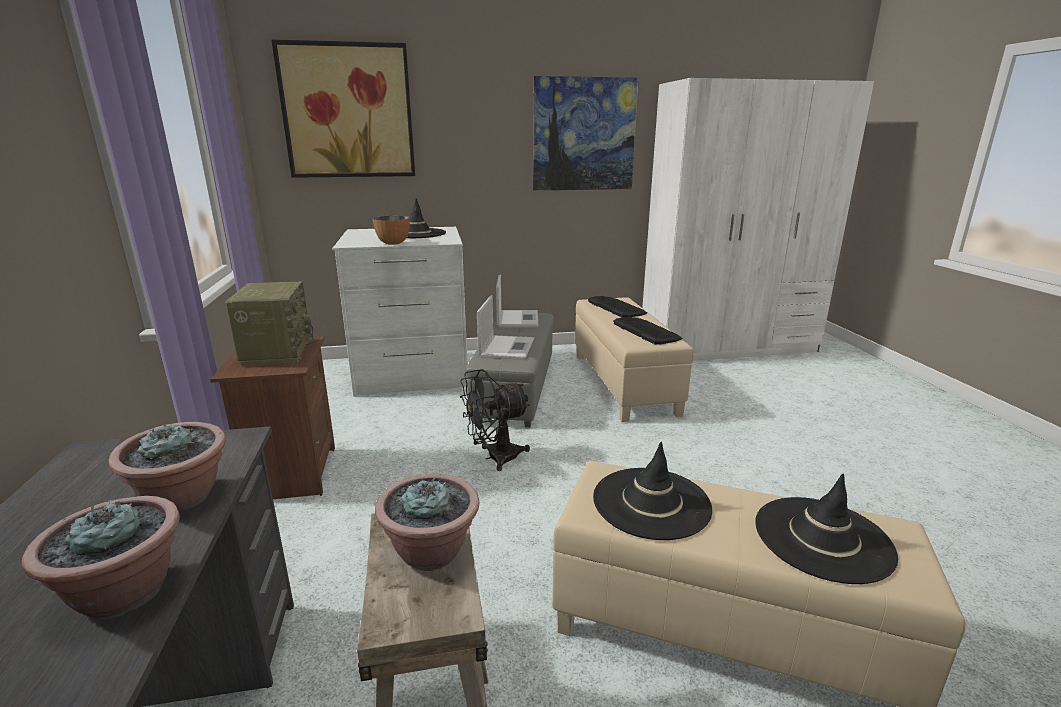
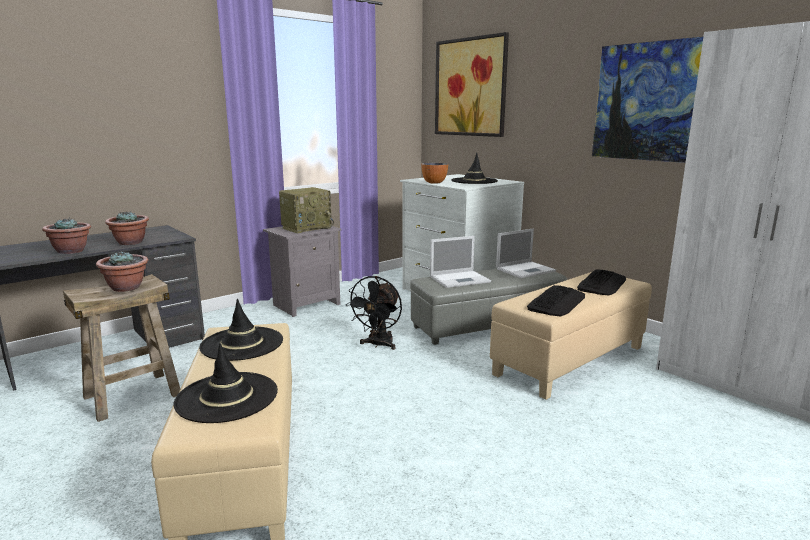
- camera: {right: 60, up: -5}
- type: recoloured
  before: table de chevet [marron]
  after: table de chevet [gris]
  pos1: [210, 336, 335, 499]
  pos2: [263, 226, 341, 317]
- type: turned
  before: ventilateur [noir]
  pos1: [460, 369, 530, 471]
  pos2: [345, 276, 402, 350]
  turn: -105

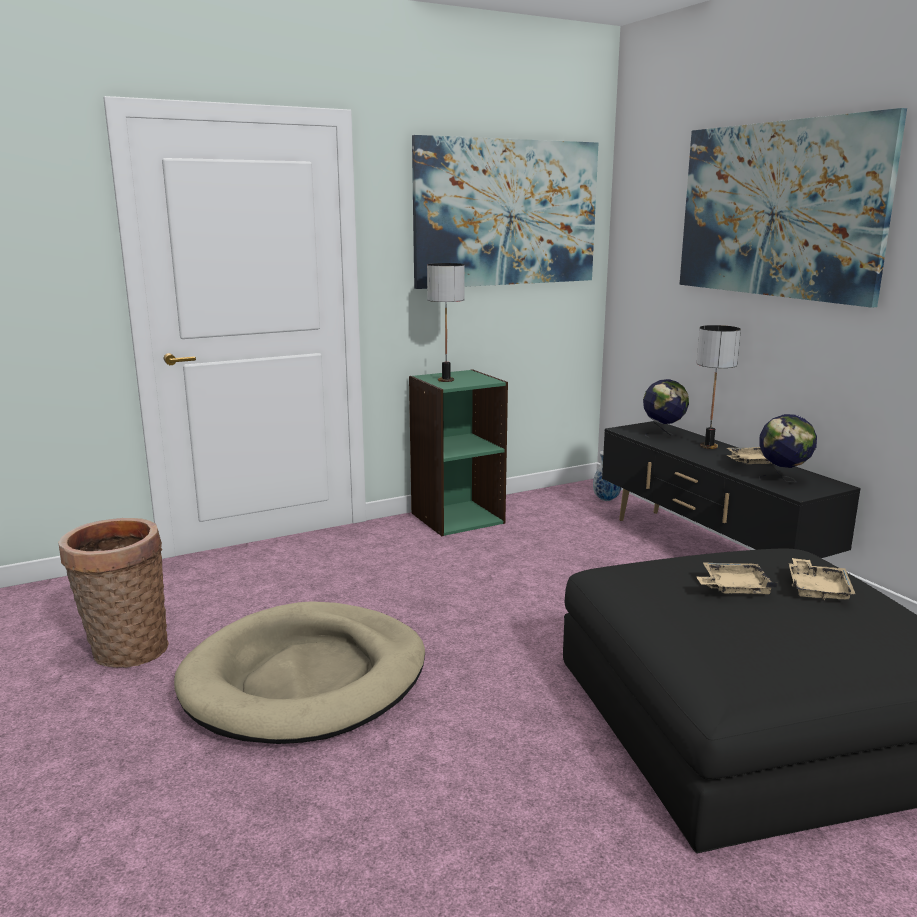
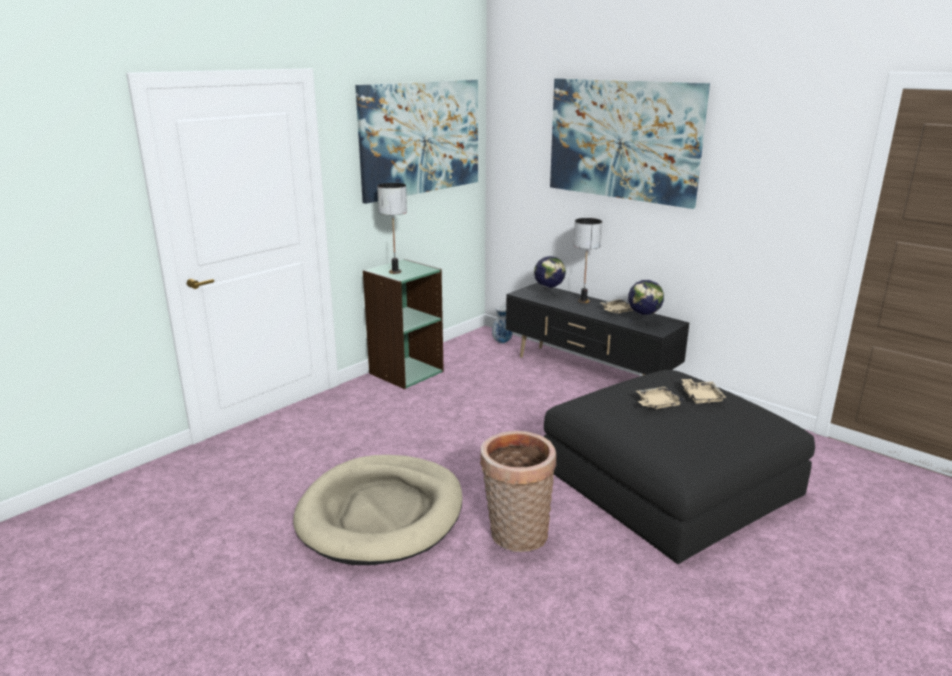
- camera: {right: -20, up: 5}
- type: moved
  before: panier
  pos1: [58, 518, 169, 668]
  pos2: [480, 431, 557, 552]

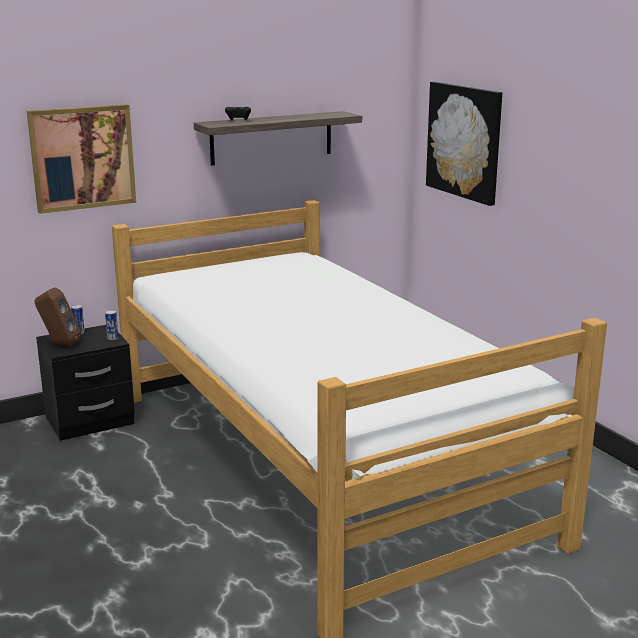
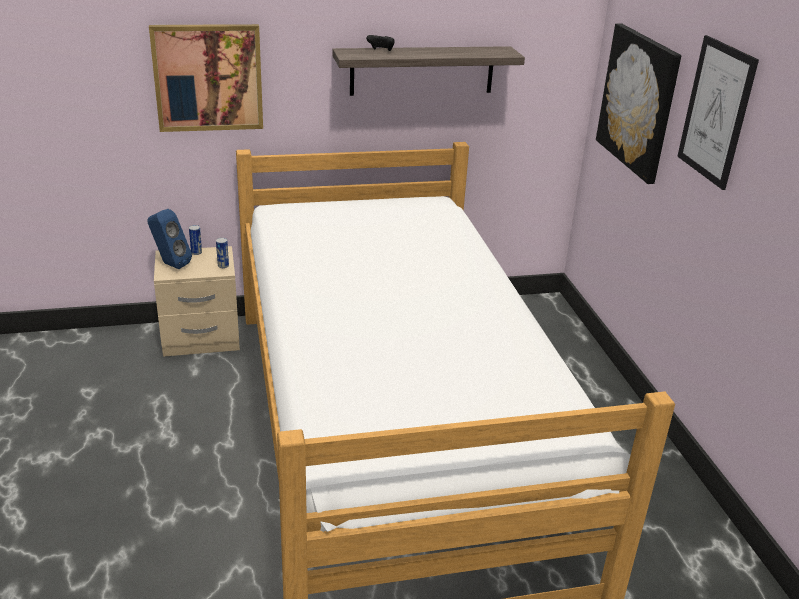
- camera: {right: 15, up: 10}
- type: recoloured
  before: enceinte [marron]
  after: enceinte [bleu]
  pos1: [34, 288, 81, 346]
  pos2: [147, 209, 192, 269]
- type: recoloured
  before: table de chevet [noir]
  after: table de chevet [beige]
  pos1: [36, 325, 135, 441]
  pos2: [154, 246, 240, 357]
- type: added
  after: tableau
  pos2: [677, 35, 759, 190]

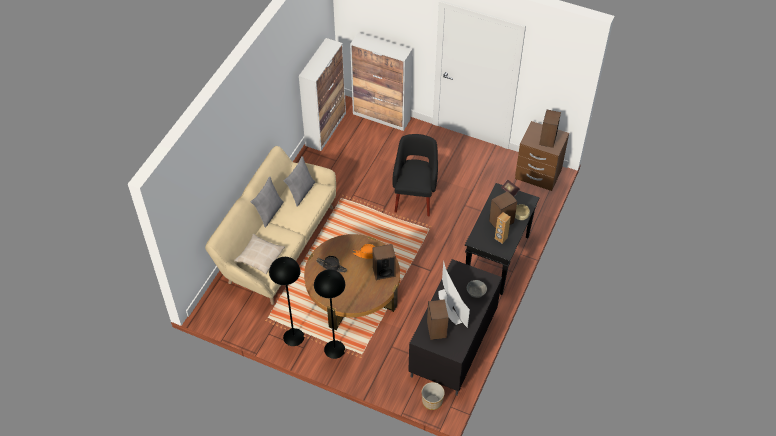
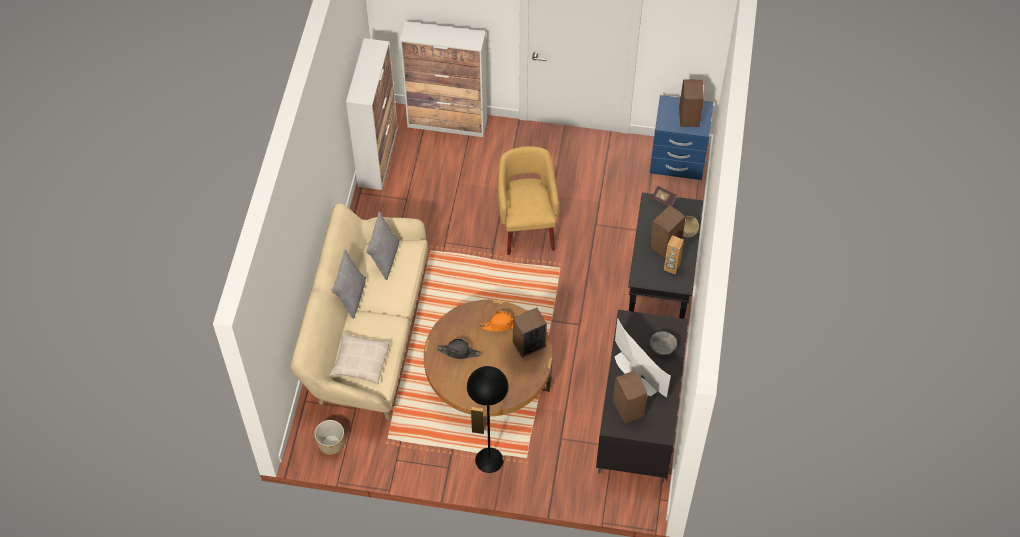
- camera: {right: -15, up: 5}
- type: recoloured
  before: table de chevet [marron]
  after: table de chevet [bleu]
  pos1: [515, 121, 569, 191]
  pos2: [650, 95, 713, 180]
- type: recoloured
  before: fauteuil [noir]
  after: fauteuil [jaune]
  pos1: [392, 134, 438, 216]
  pos2: [498, 146, 559, 255]
- type: removed
  before: lampadaire [noir]
  pos1: [269, 257, 304, 346]
- type: moved
  before: cache-pot
  pos1: [421, 382, 445, 410]
  pos2: [314, 420, 344, 455]

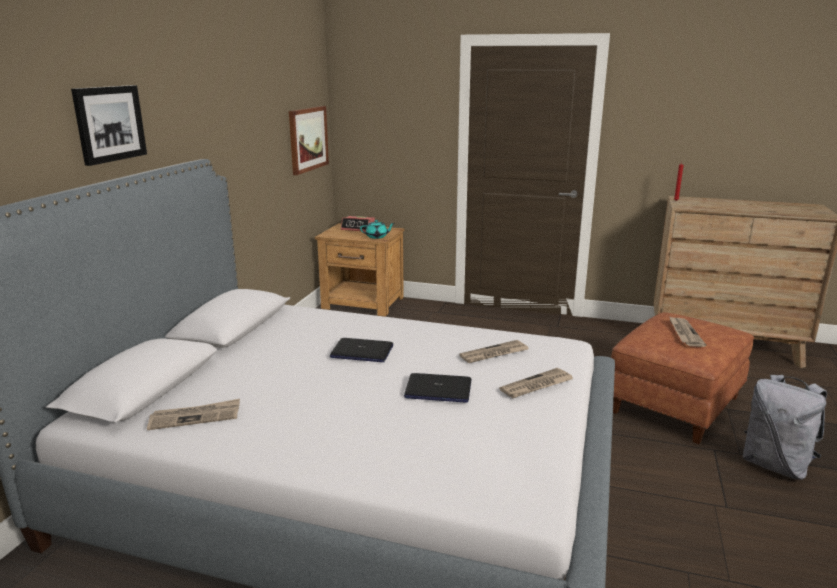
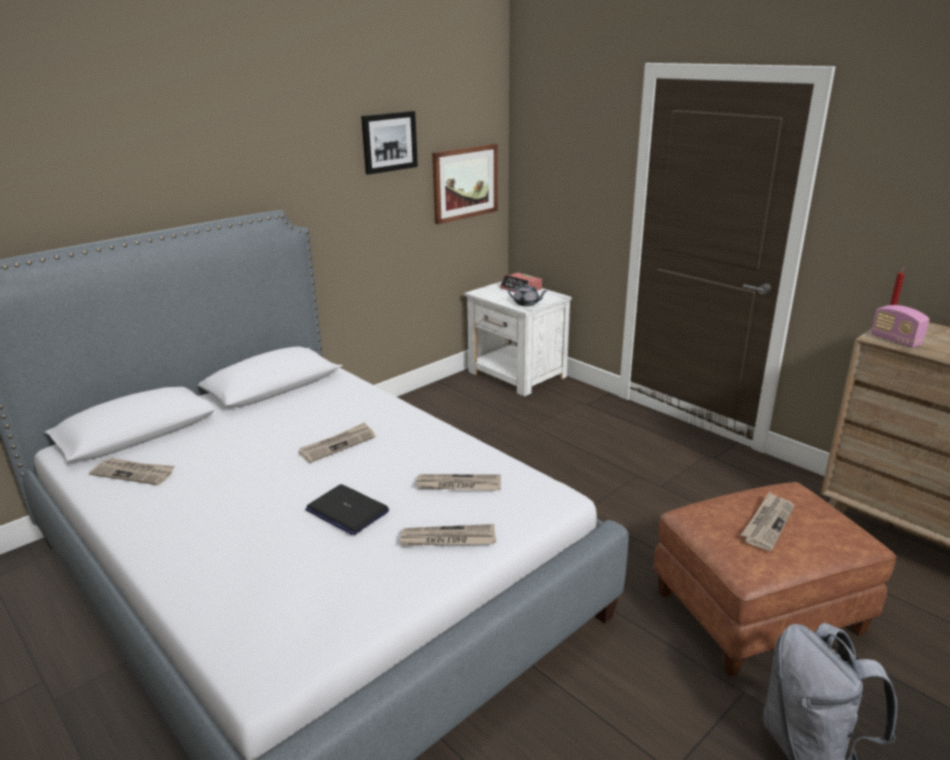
- camera: {right: 30, up: 5}
- type: moved
  before: tableau
  pos1: [71, 85, 147, 166]
  pos2: [361, 111, 418, 175]
- type: recoloured
  before: théière [turquoise]
  after: théière [gris]
  pos1: [360, 220, 395, 239]
  pos2: [508, 284, 547, 306]
- type: recoloured
  before: table de chevet [marron]
  after: table de chevet [blanc]
  pos1: [315, 223, 404, 317]
  pos2: [464, 281, 572, 397]
- type: replaced
  before: ordinateur portable
  after: journal
  pos1: [330, 338, 393, 362]
  pos2: [299, 422, 375, 463]
- type: added
  after: radio
  pos2: [871, 305, 930, 348]

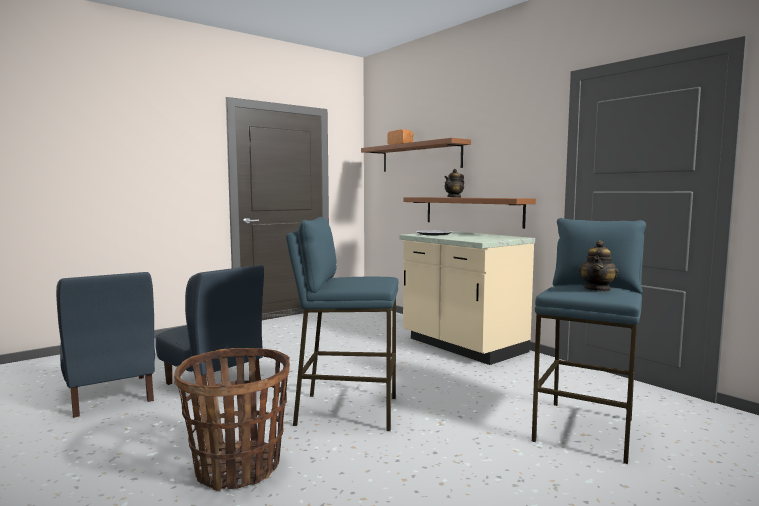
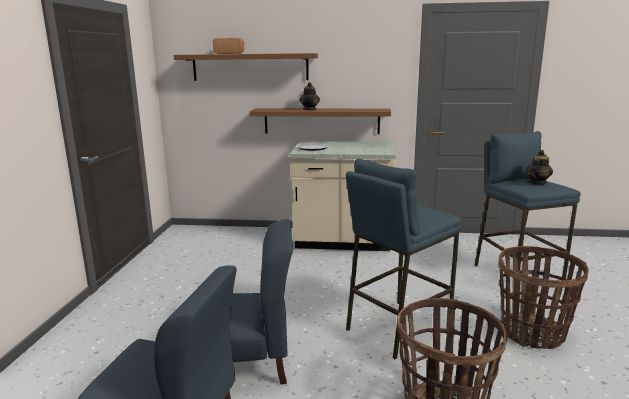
- camera: {right: -45, up: 10}
- type: turned
  before: théière
  pos1: [578, 240, 619, 292]
  pos2: [526, 150, 553, 184]
  turn: -120
- type: added
  after: panier
  pos2: [498, 246, 589, 349]

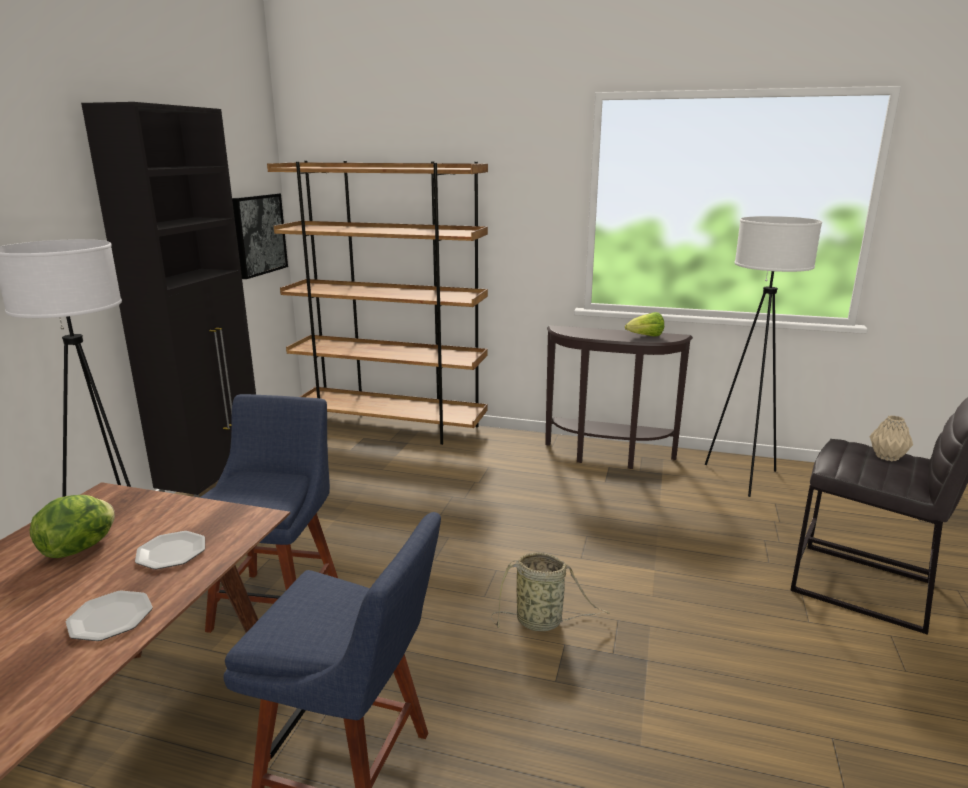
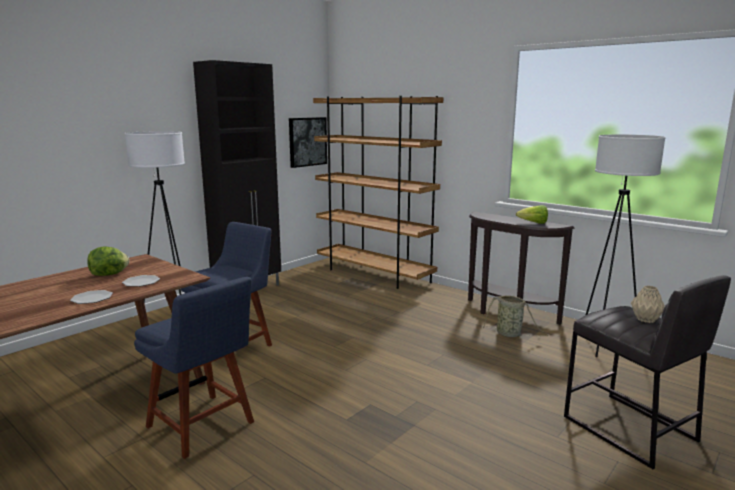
- camera: {right: 25, up: -5}
- type: moved
  before: panier
  pos1: [491, 552, 610, 631]
  pos2: [483, 295, 548, 337]

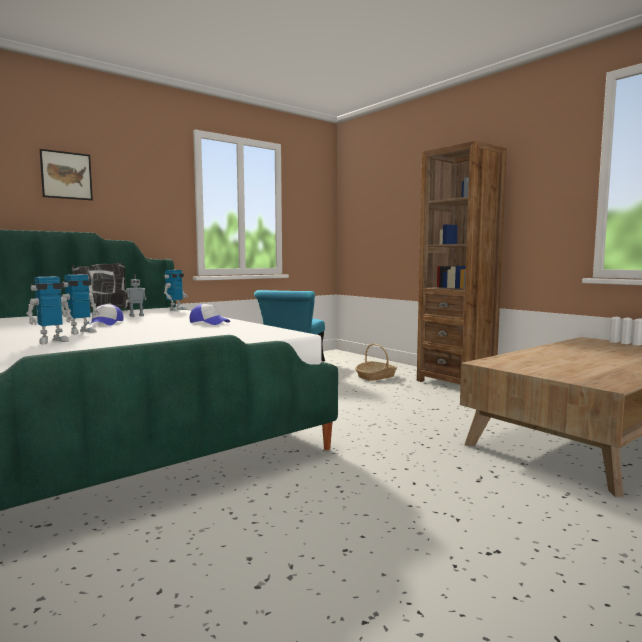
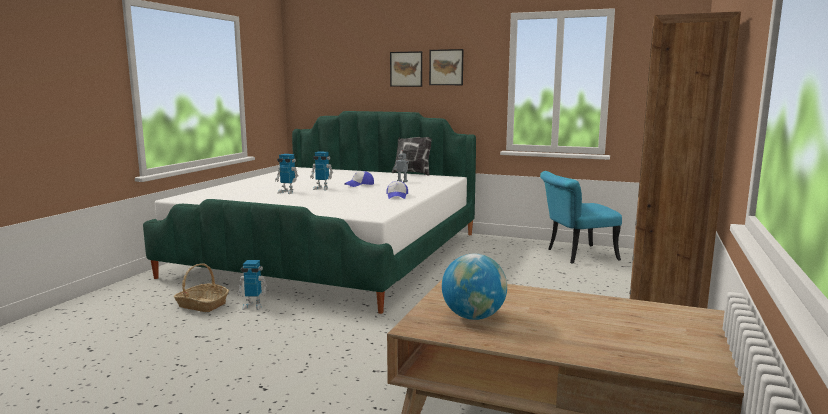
- camera: {right: 60, up: 5}
- type: moved
  before: robot jouet
  pos1: [164, 270, 188, 311]
  pos2: [237, 260, 267, 310]
- type: moved
  before: panier
  pos1: [355, 344, 397, 381]
  pos2: [174, 263, 229, 312]
- type: added
  after: tableau
  pos2: [429, 49, 463, 85]
- type: added
  after: globe
  pos2: [442, 253, 507, 320]

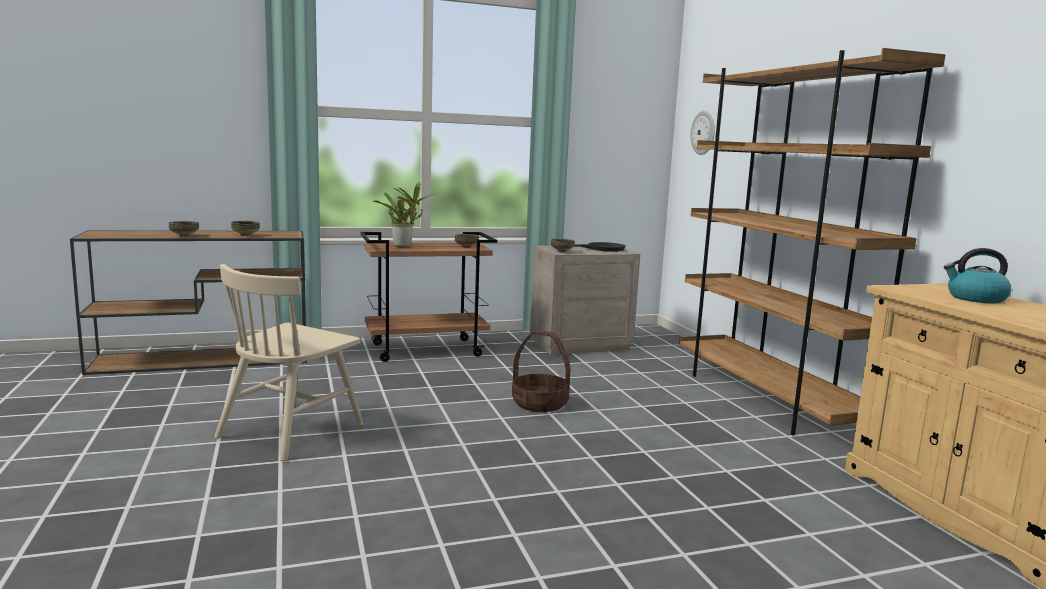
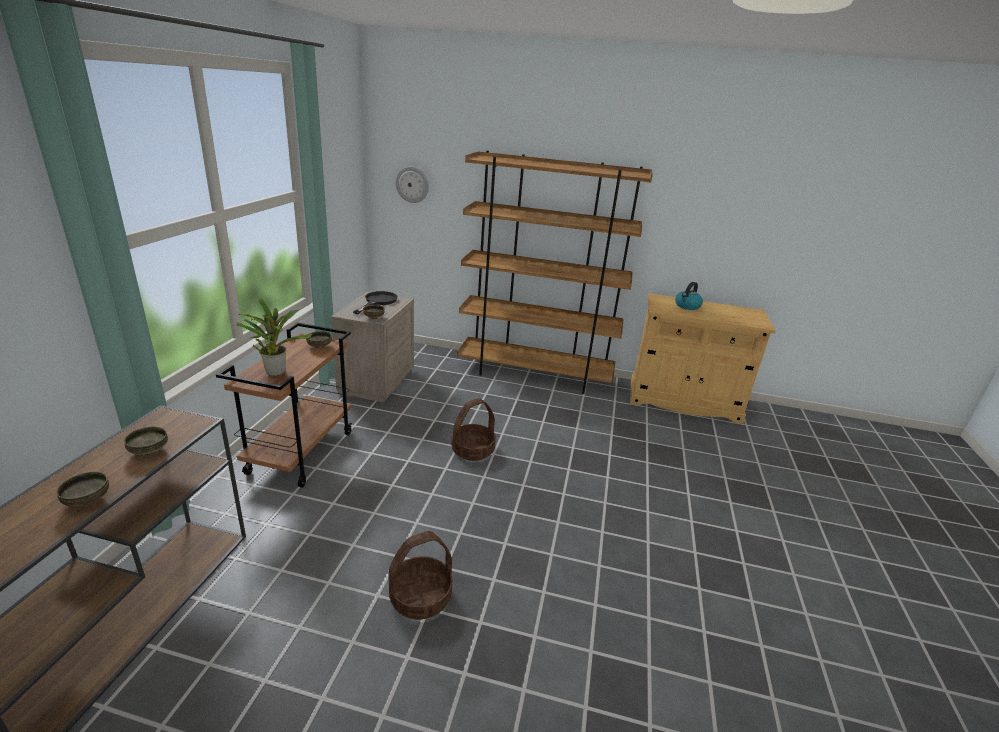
- camera: {right: -60, up: 15}
- type: replaced
  before: chaise [beige]
  after: panier
  pos1: [214, 264, 364, 461]
  pos2: [388, 531, 452, 620]

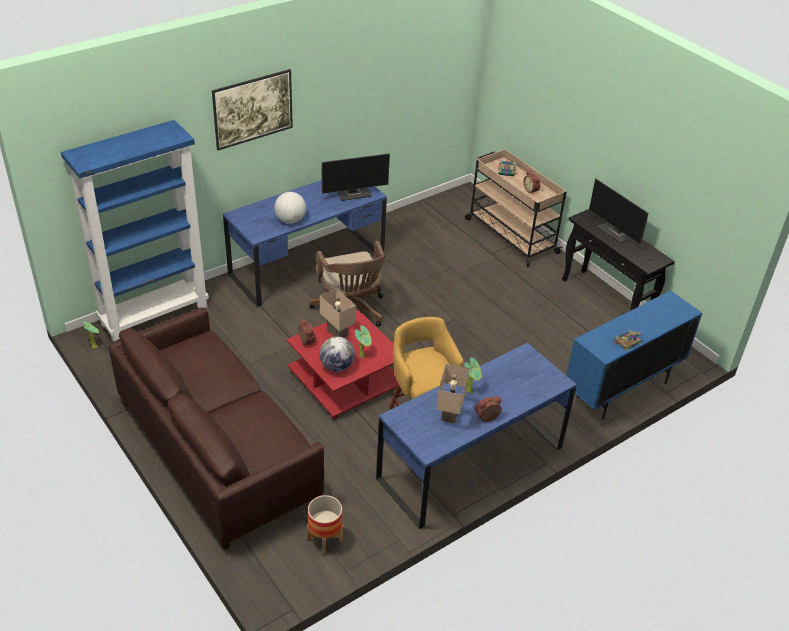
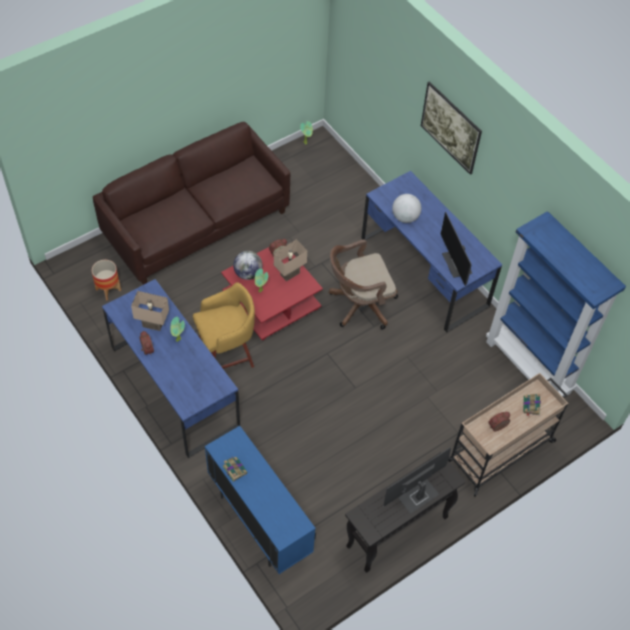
- camera: {right: 90, up: 15}
- type: moved
  before: bibliothèque [bleu]
  pos1: [61, 120, 209, 342]
  pos2: [486, 211, 626, 397]

